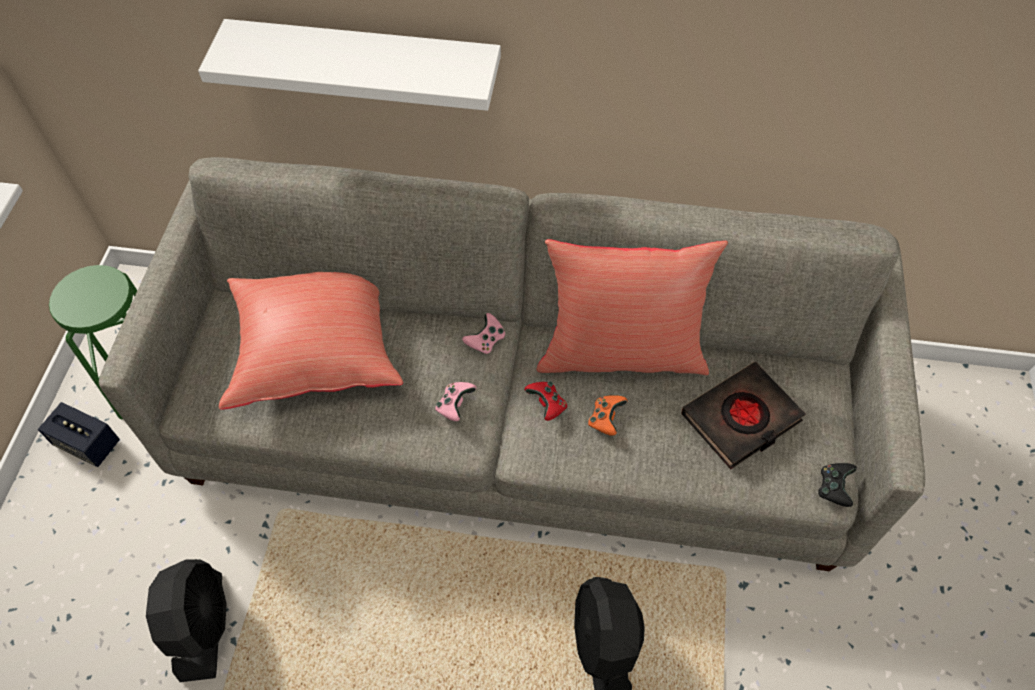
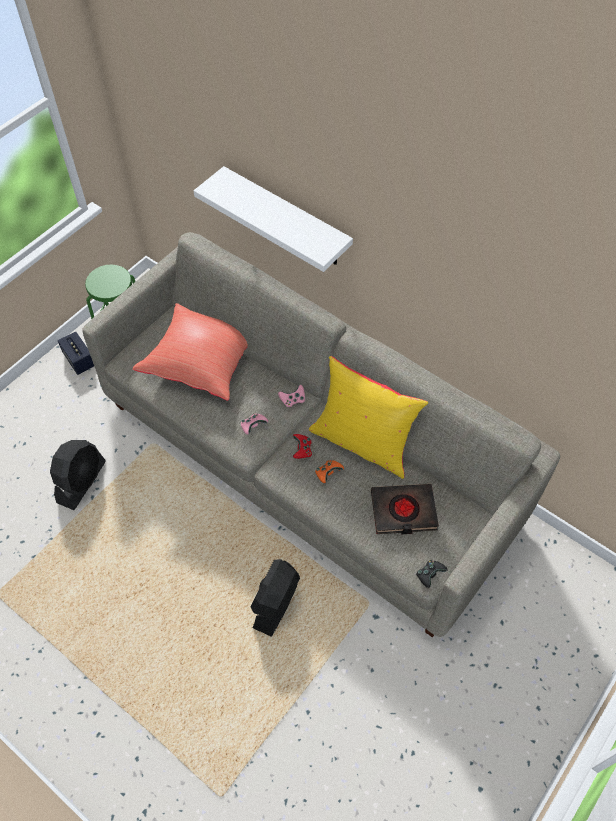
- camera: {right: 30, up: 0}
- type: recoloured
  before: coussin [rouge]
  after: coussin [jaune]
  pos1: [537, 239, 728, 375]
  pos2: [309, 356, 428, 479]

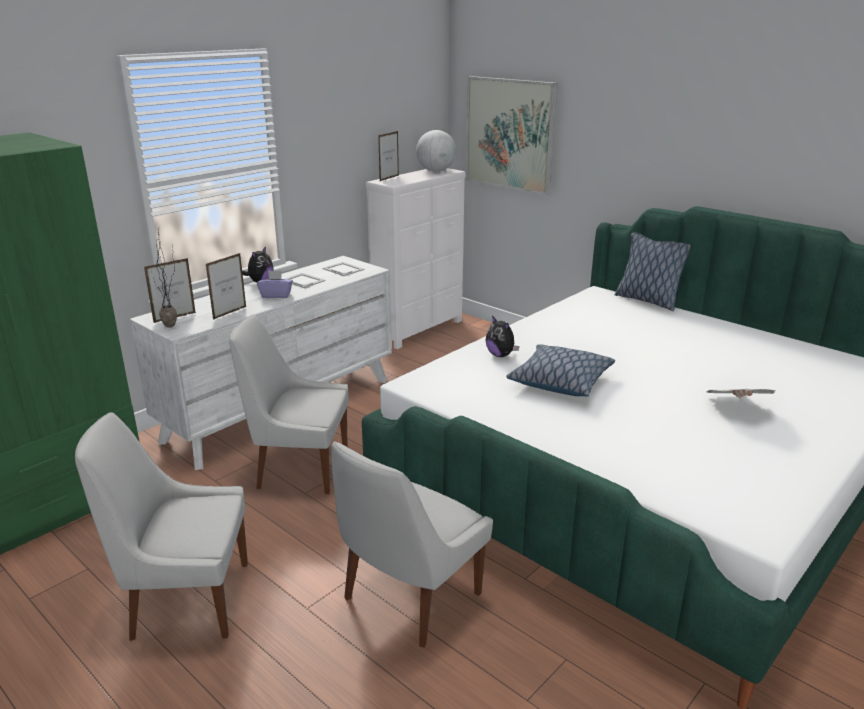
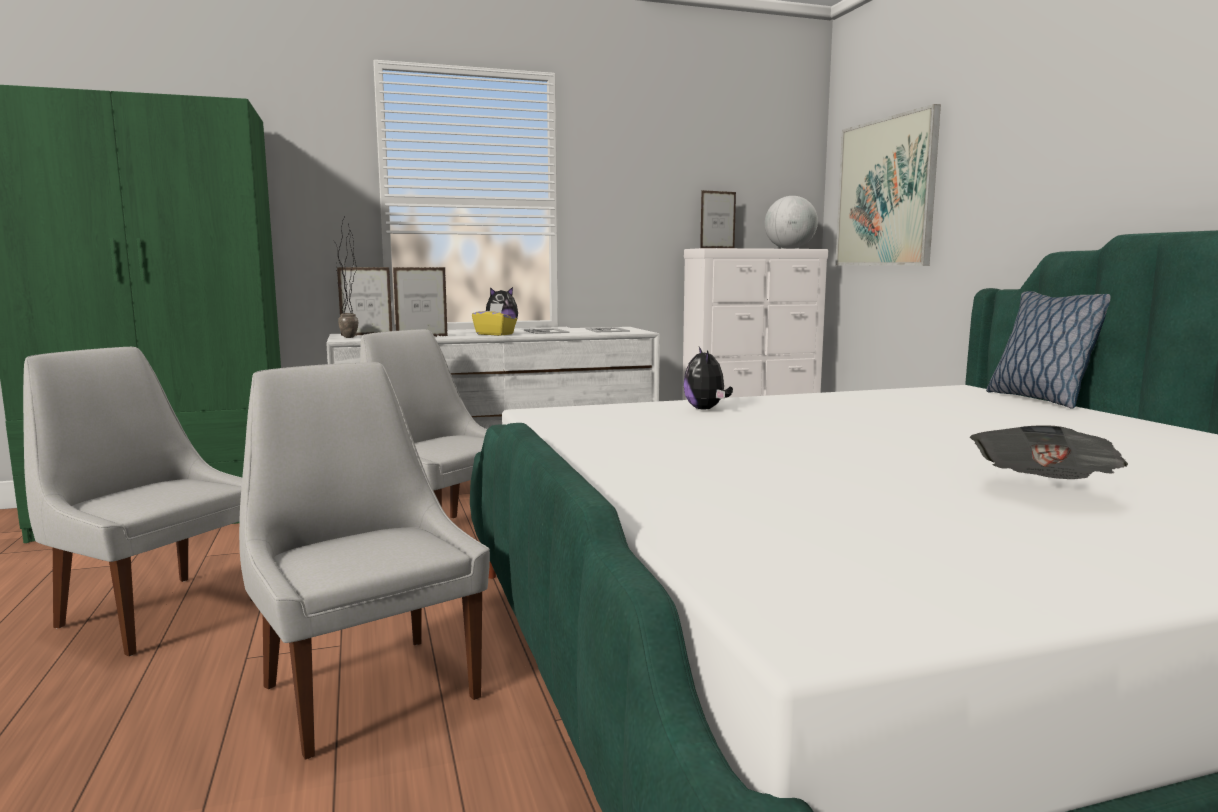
- camera: {right: 30, up: -15}
- type: recoloured
  before: boîte à mouchoirs [violet]
  after: boîte à mouchoirs [jaune]
  pos1: [257, 270, 293, 298]
  pos2: [472, 303, 517, 336]
- type: removed
  before: coussin
  pos1: [506, 344, 615, 396]
- type: turned
  before: chaise [blanc]
  pos1: [331, 441, 493, 648]
  pos2: [239, 362, 490, 760]
  turn: 75

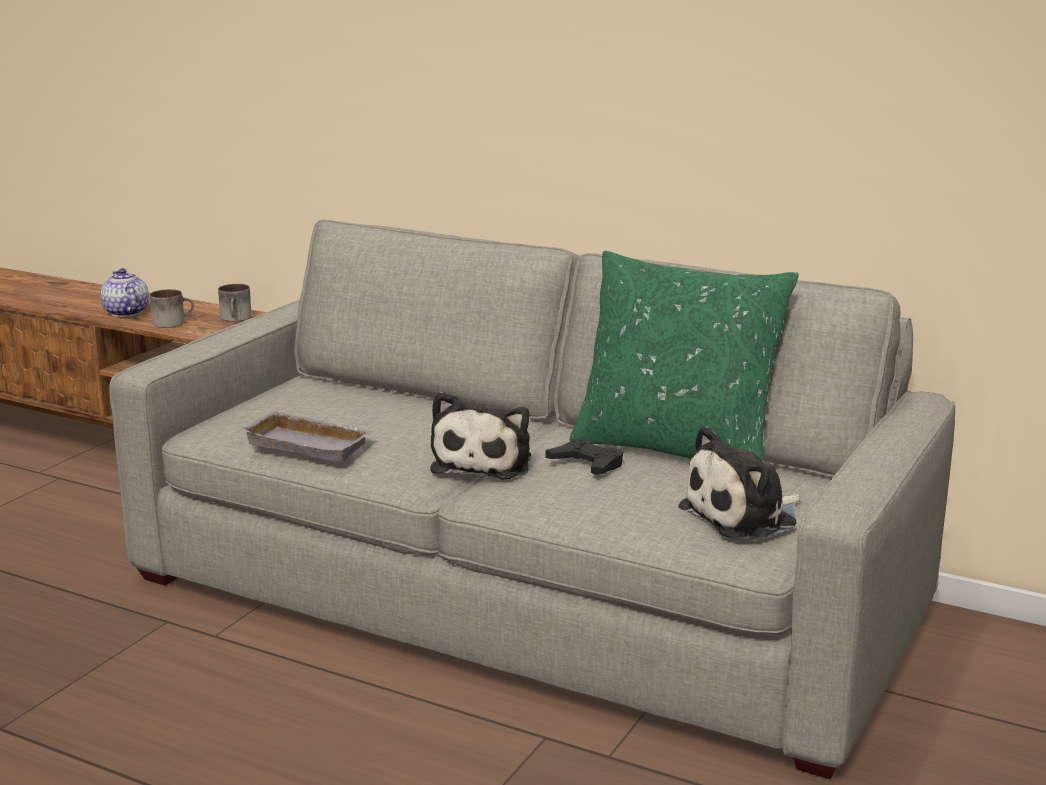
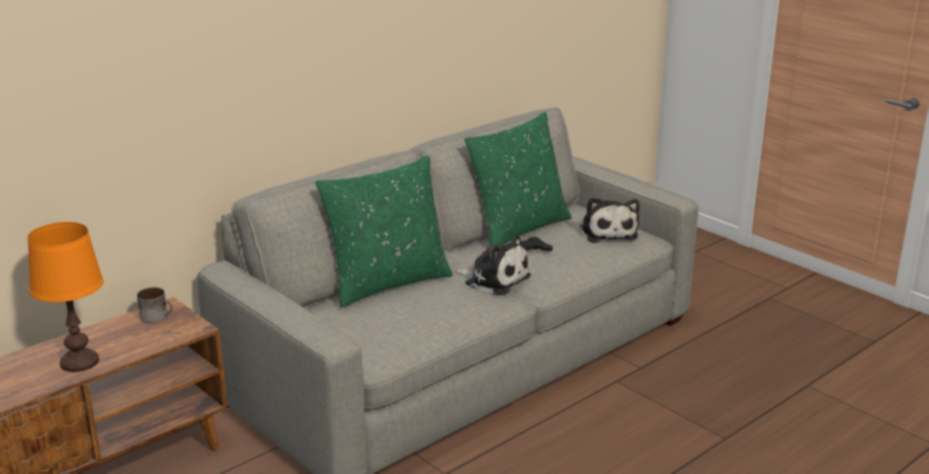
- camera: {right: -70, up: 5}
- type: replaced
  before: théière
  after: lampe de table [orange]
  pos1: [101, 268, 149, 317]
  pos2: [28, 222, 104, 372]
- type: removed
  before: mug
  pos1: [150, 289, 194, 328]
- type: removed
  before: plateau [gris]
  pos1: [240, 411, 374, 462]
- type: added
  after: coussin [vert]
  pos2: [315, 155, 453, 307]

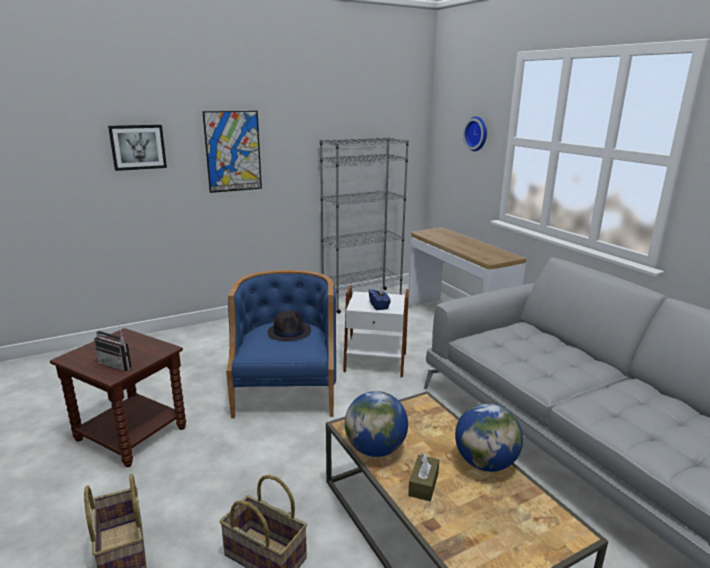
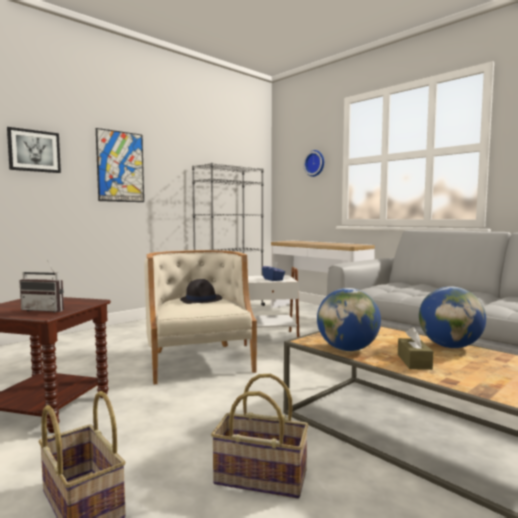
- camera: {right: -15, up: -15}
- type: recoloured
  before: fauteuil [bleu]
  after: fauteuil [beige]
  pos1: [226, 270, 336, 418]
  pos2: [144, 250, 257, 385]

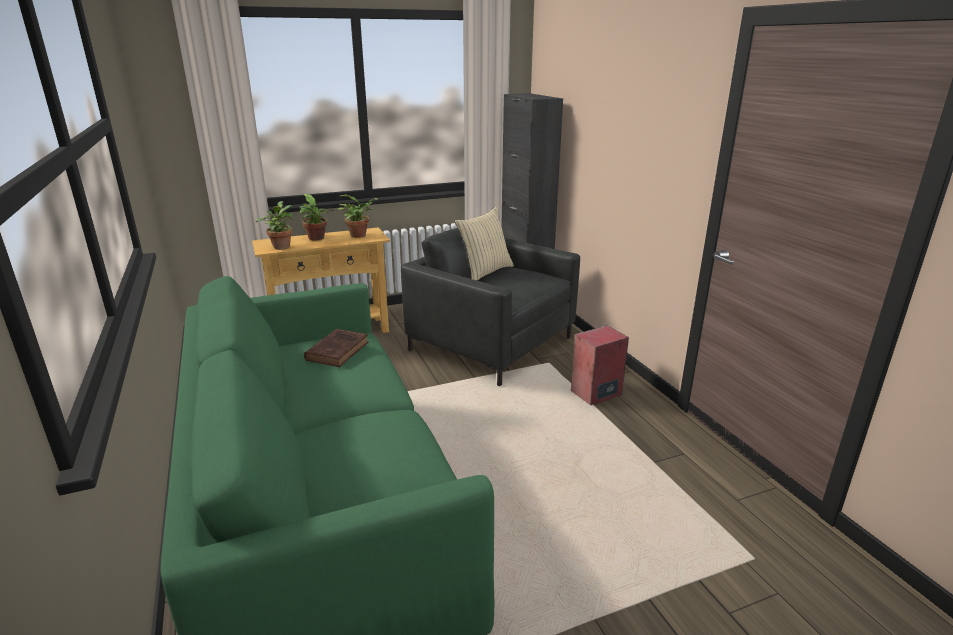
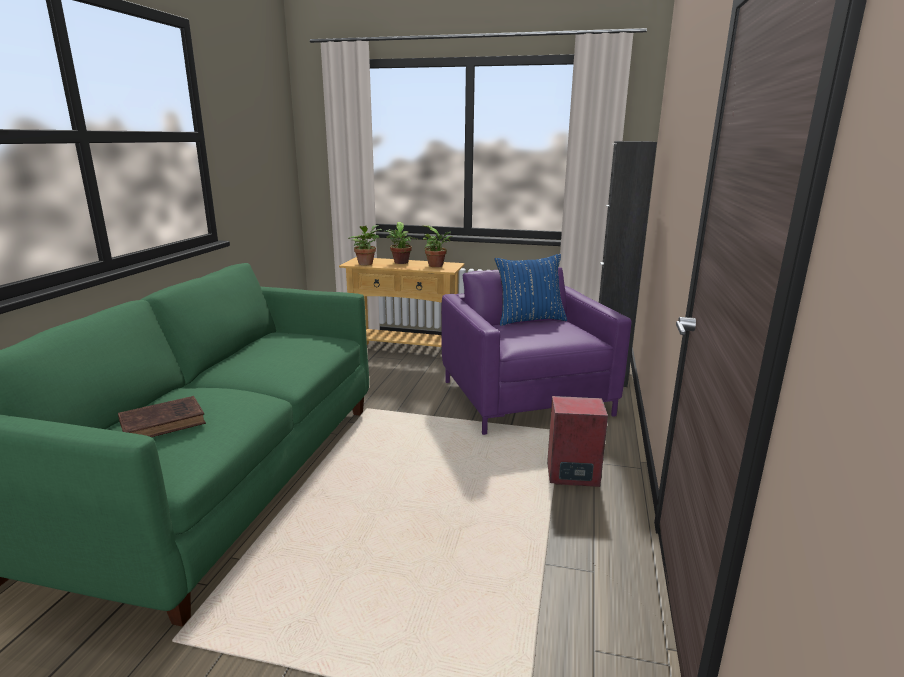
- camera: {right: 35, up: -5}
- type: recoloured
  before: coussin [beige]
  after: coussin [bleu]
  pos1: [454, 206, 514, 281]
  pos2: [495, 254, 567, 326]
- type: recoloured
  before: fauteuil [gris]
  after: fauteuil [violet]
  pos1: [401, 228, 580, 386]
  pos2: [441, 267, 631, 435]
- type: moved
  before: livre [marron]
  pos1: [304, 329, 369, 367]
  pos2: [118, 396, 206, 437]

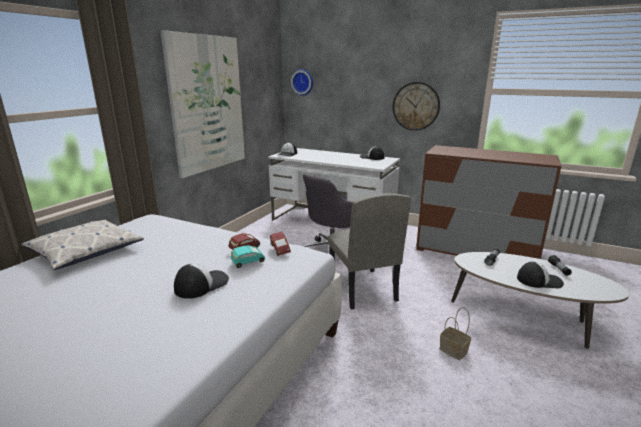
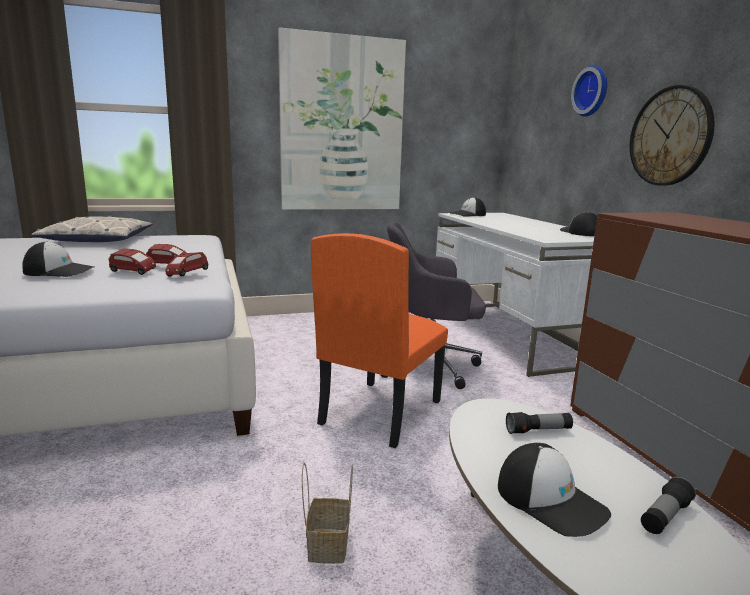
- camera: {right: 45, up: -5}
- type: moved
  before: horloge murale
  pos1: [291, 69, 313, 96]
  pos2: [571, 65, 607, 117]
- type: recoloured
  before: chaise [beige]
  after: chaise [orange]
  pos1: [328, 193, 411, 310]
  pos2: [311, 233, 448, 448]
- type: recoloured
  before: petite voiture [turquoise]
  after: petite voiture [rouge]
  pos1: [230, 245, 265, 268]
  pos2: [109, 249, 156, 275]

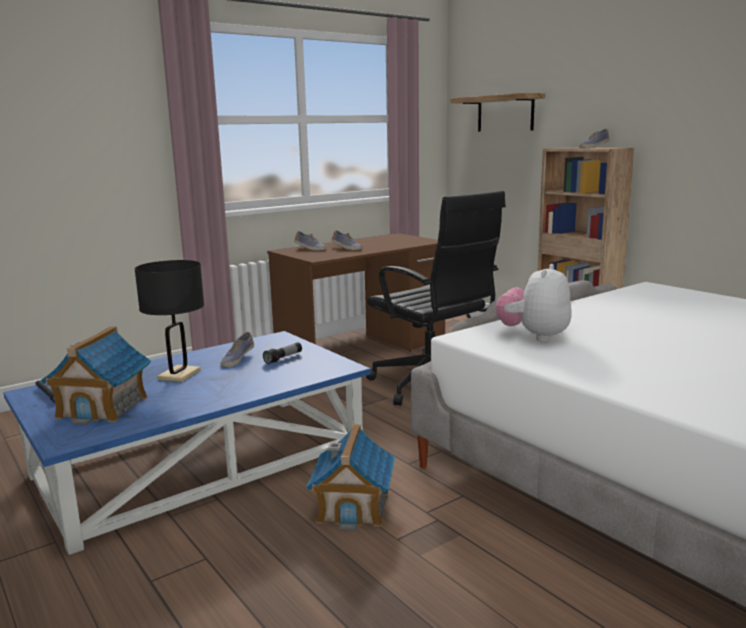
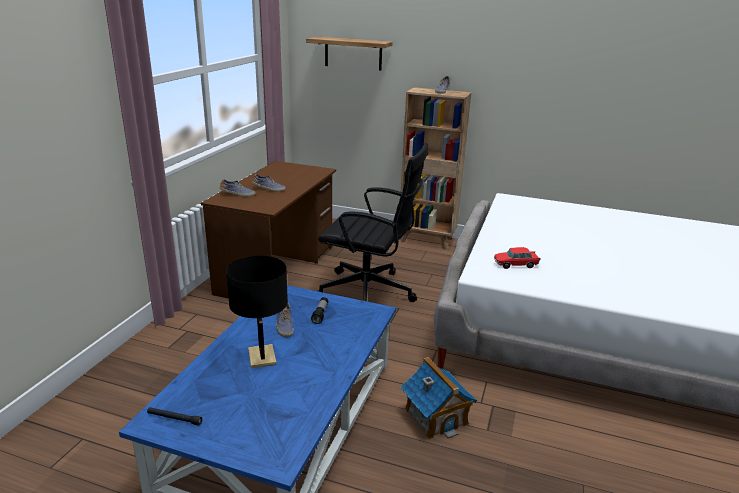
- camera: {right: -35, up: 10}
- type: replaced
  before: peluche
  after: petite voiture
  pos1: [496, 264, 572, 342]
  pos2: [494, 247, 540, 269]
- type: removed
  before: maison miniature
  pos1: [41, 326, 151, 425]

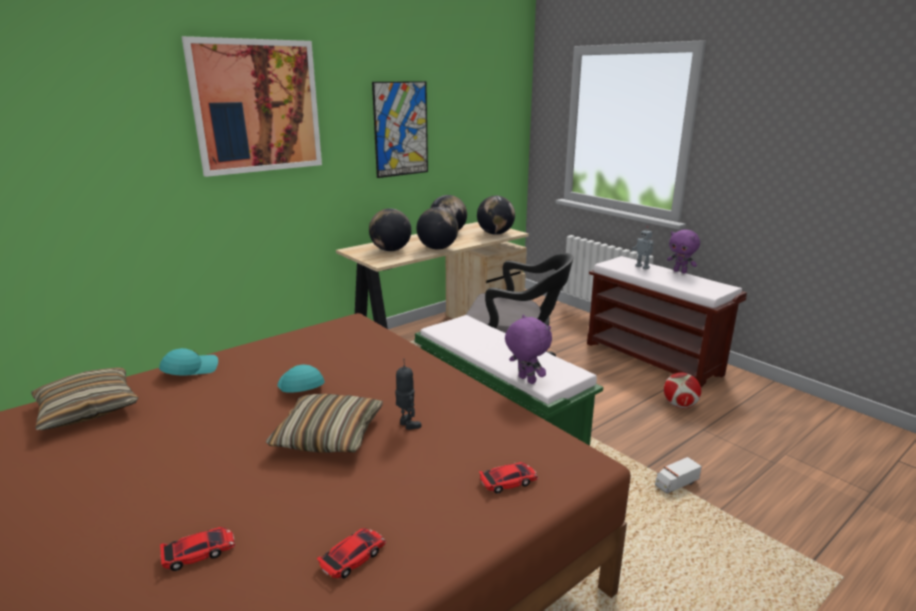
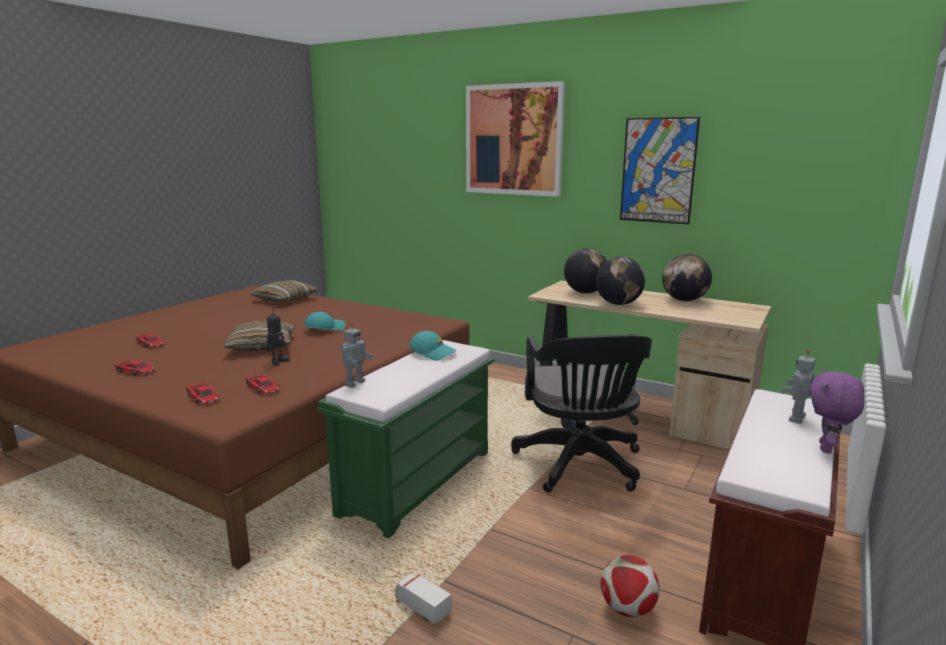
- camera: {right: 70, up: -5}
- type: removed
  before: globe
  pos1: [477, 196, 515, 235]
- type: replaced
  before: peluche [violet]
  after: robot jouet
  pos1: [505, 315, 552, 384]
  pos2: [340, 323, 373, 388]
- type: moved
  before: casquette [turquoise]
  pos1: [159, 348, 218, 376]
  pos2: [409, 331, 456, 361]
- type: added
  after: petite voiture
  pos2: [245, 373, 281, 394]

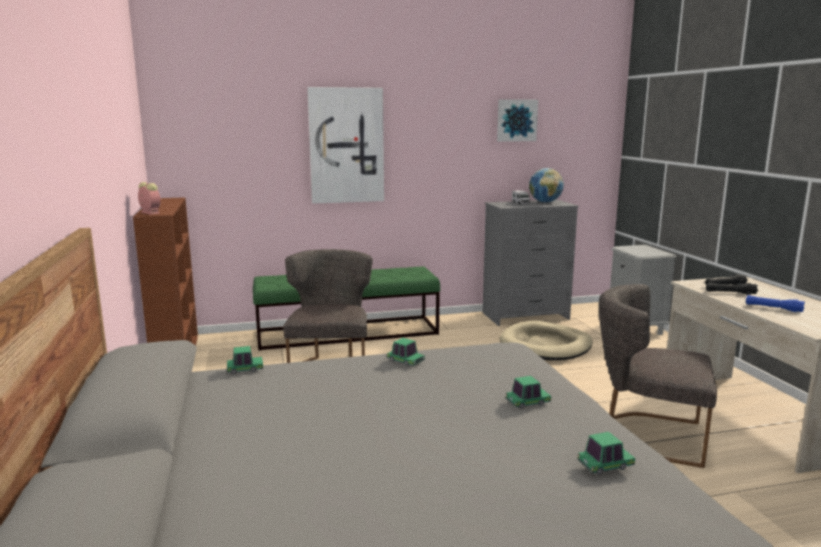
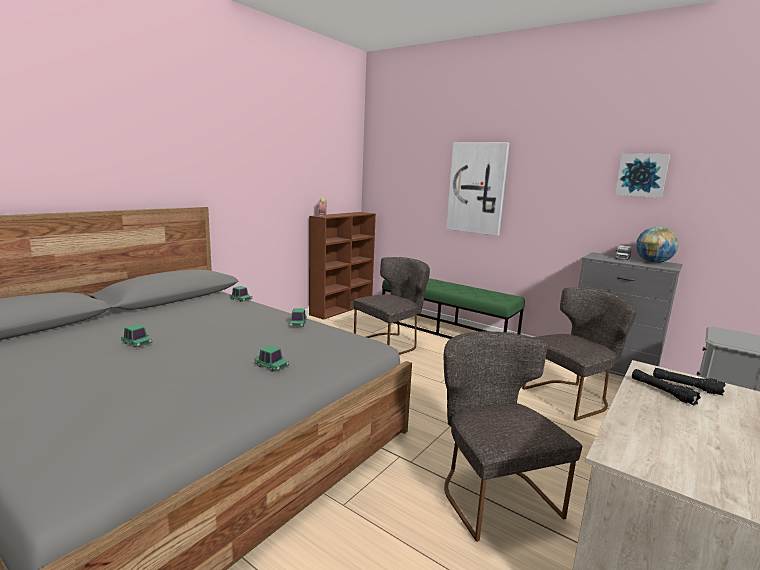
- camera: {right: 50, up: 0}
- type: removed
  before: lampe de poche [bleu]
  pos1: [746, 295, 805, 312]
- type: replaced
  before: panier pour chien [beige]
  after: chaise [gris]
  pos1: [500, 321, 593, 360]
  pos2: [522, 288, 637, 421]
- type: moved
  before: petite voiture
  pos1: [577, 432, 635, 475]
  pos2: [121, 324, 152, 348]

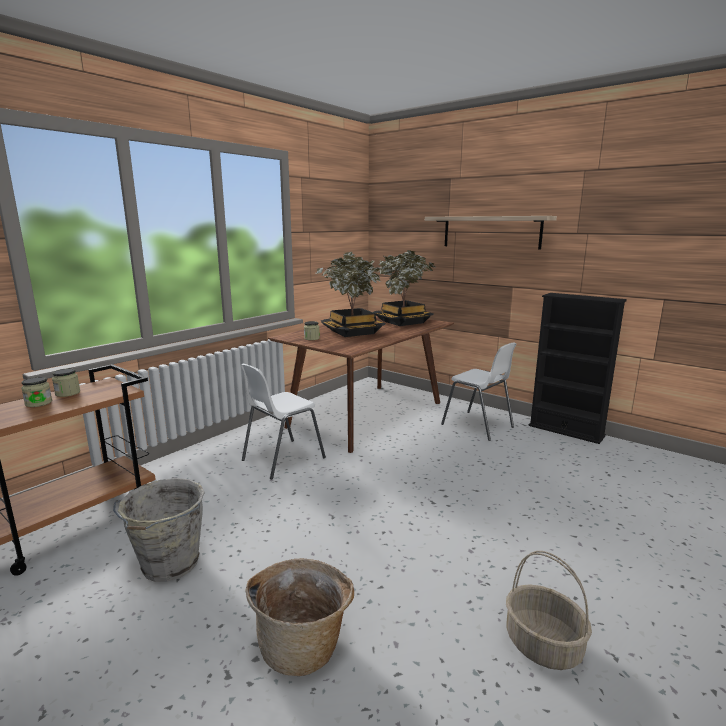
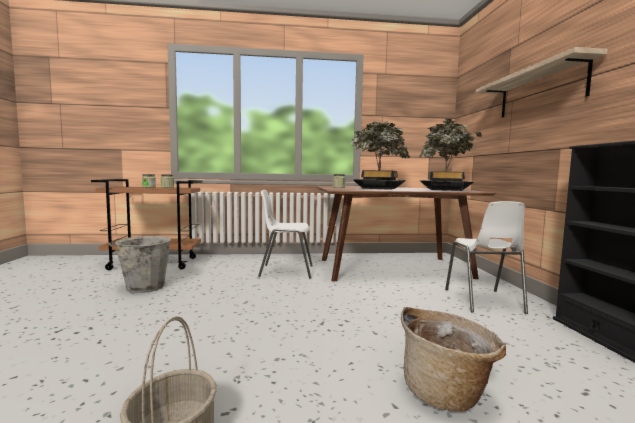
- camera: {right: 45, up: -10}
- type: moved
  before: panier
  pos1: [245, 558, 354, 676]
  pos2: [401, 307, 506, 411]

